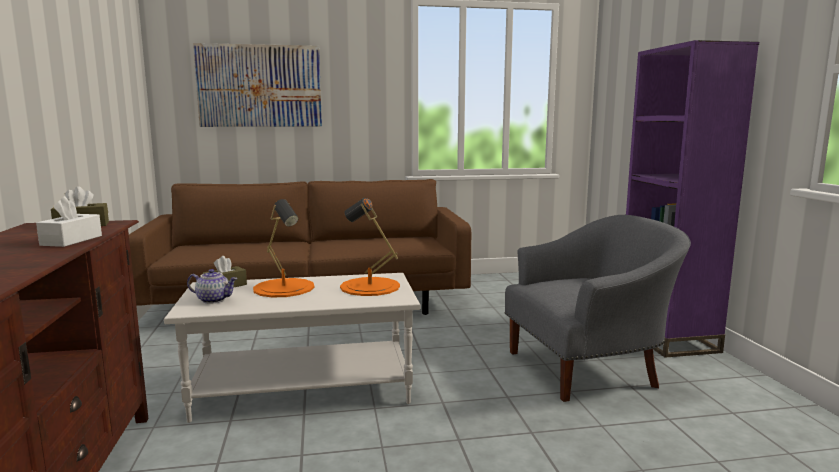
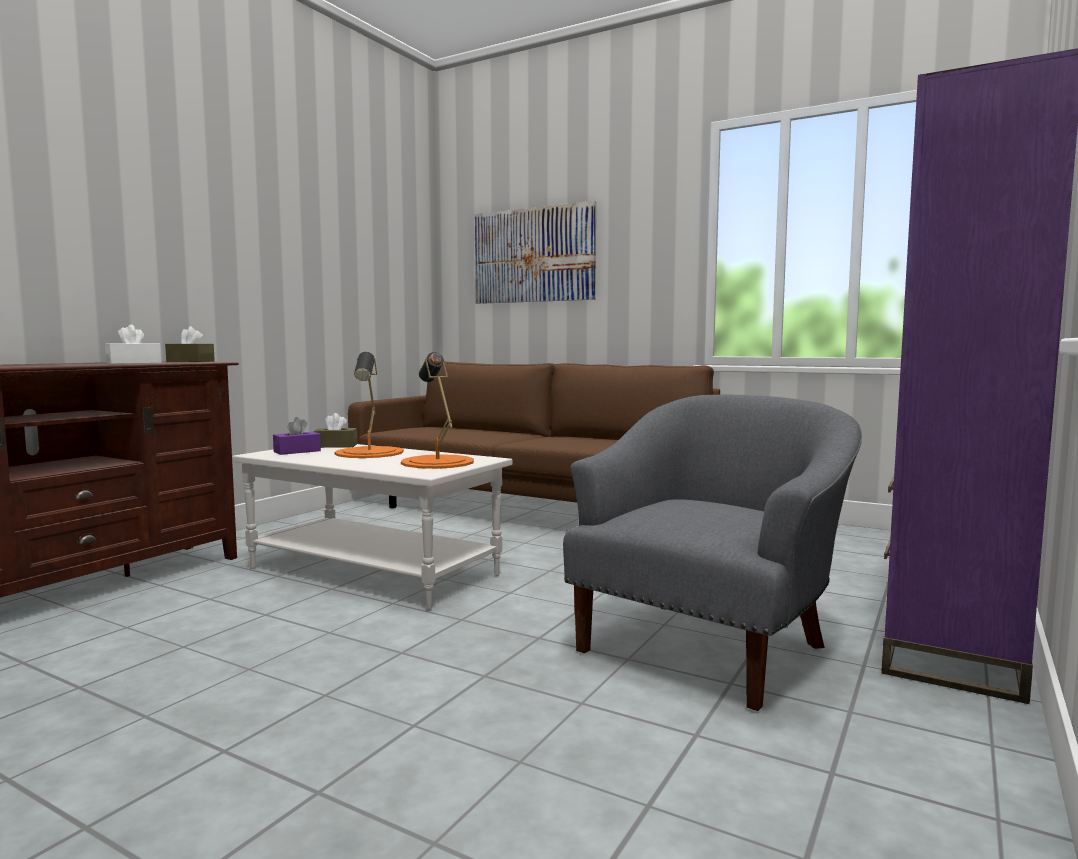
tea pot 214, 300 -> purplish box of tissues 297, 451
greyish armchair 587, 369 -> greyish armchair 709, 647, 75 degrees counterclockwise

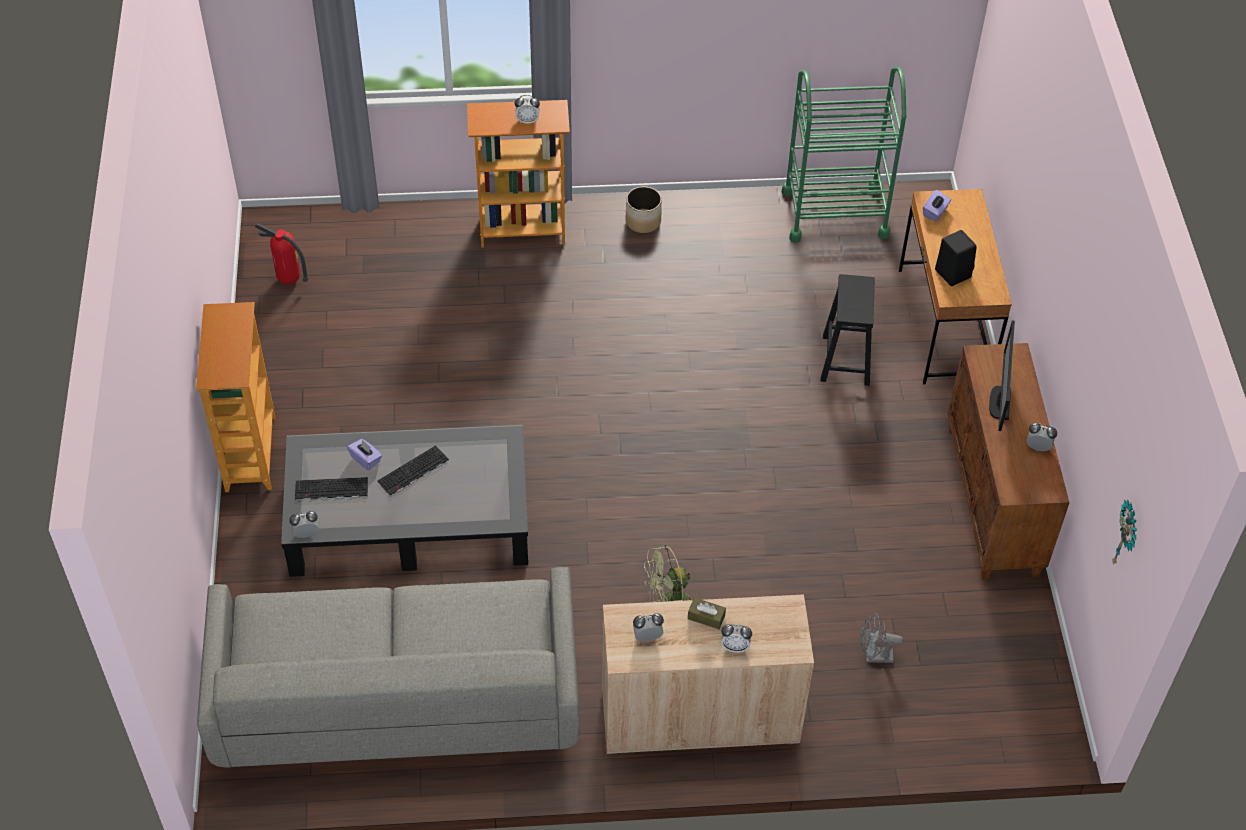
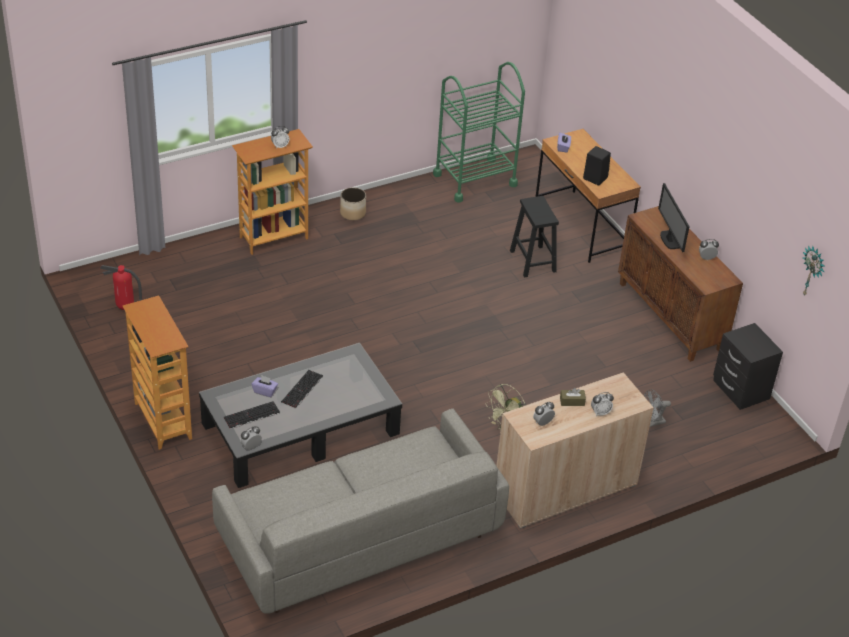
none -> black-coloured nightstand 740, 390

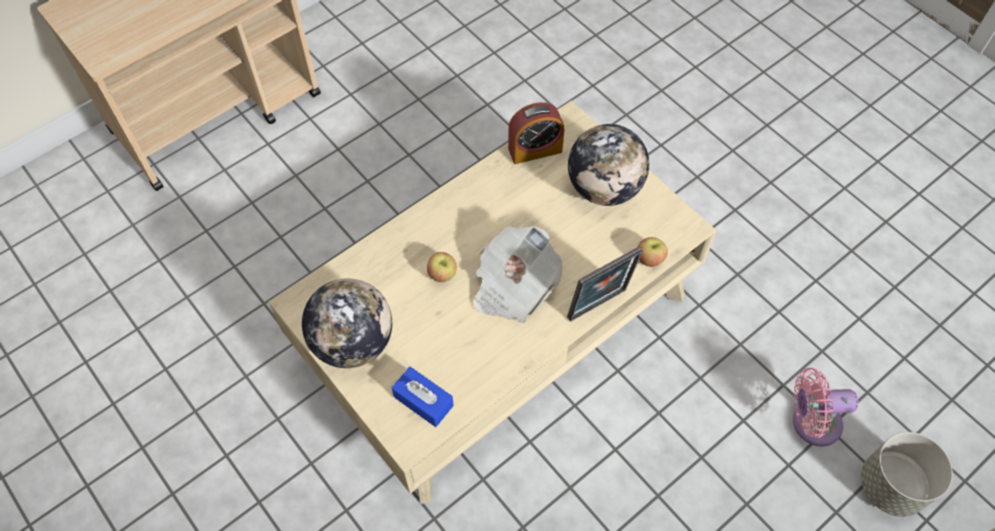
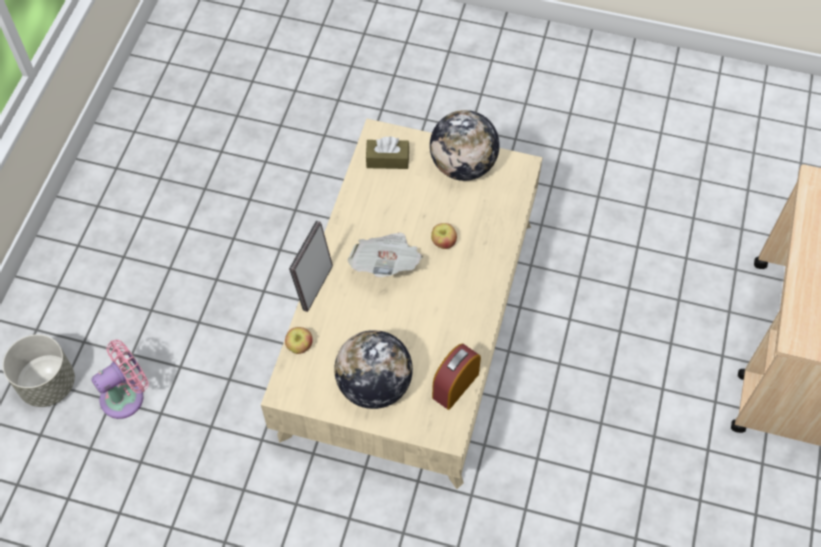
blue box of tissues 423, 401 -> brownish box of tissues 387, 159

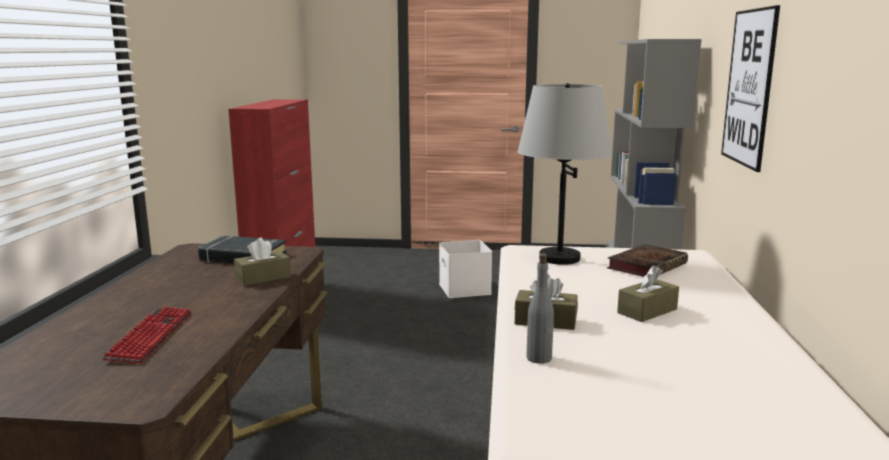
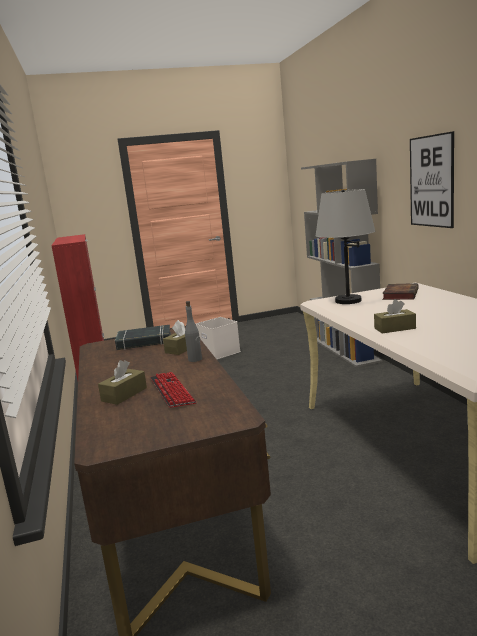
greyish drink bottle 539, 358 -> greyish drink bottle 195, 359, moved
brownish box of tissues 647, 311 -> brownish box of tissues 124, 394, moved

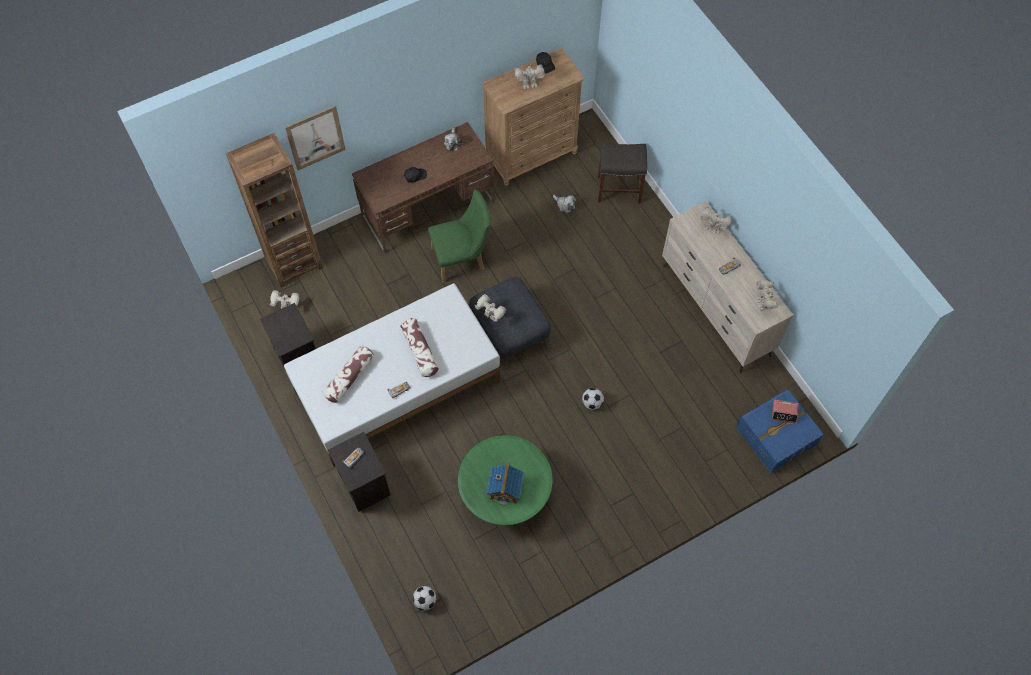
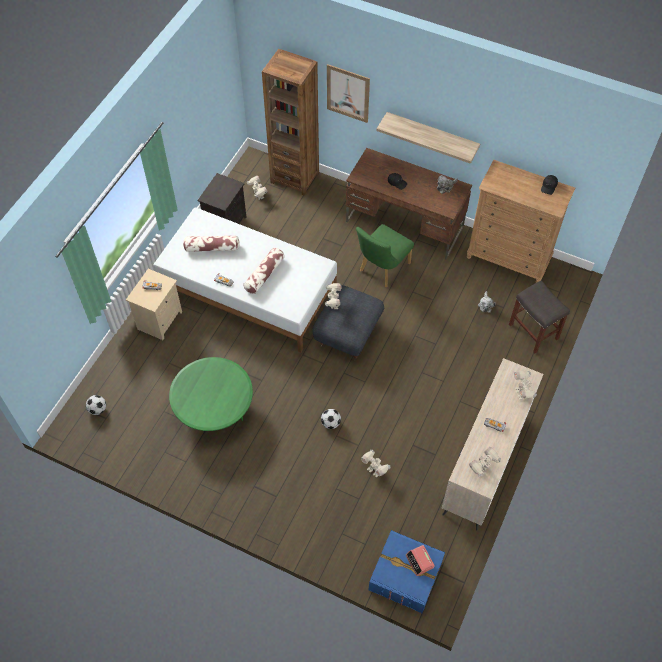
black-coloured nightstand 363, 484 -> sand-coloured nightstand 159, 319
green chair 462, 259 -> green chair 382, 269, 90 degrees clockwise
toy house 505, 488 -> none
toy robot 529, 84 -> toy robot 374, 470, moved
none -> shelf 432, 134

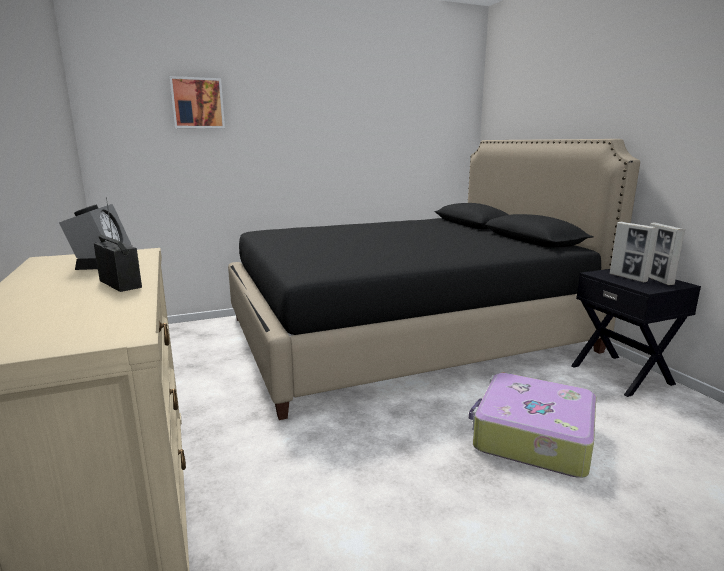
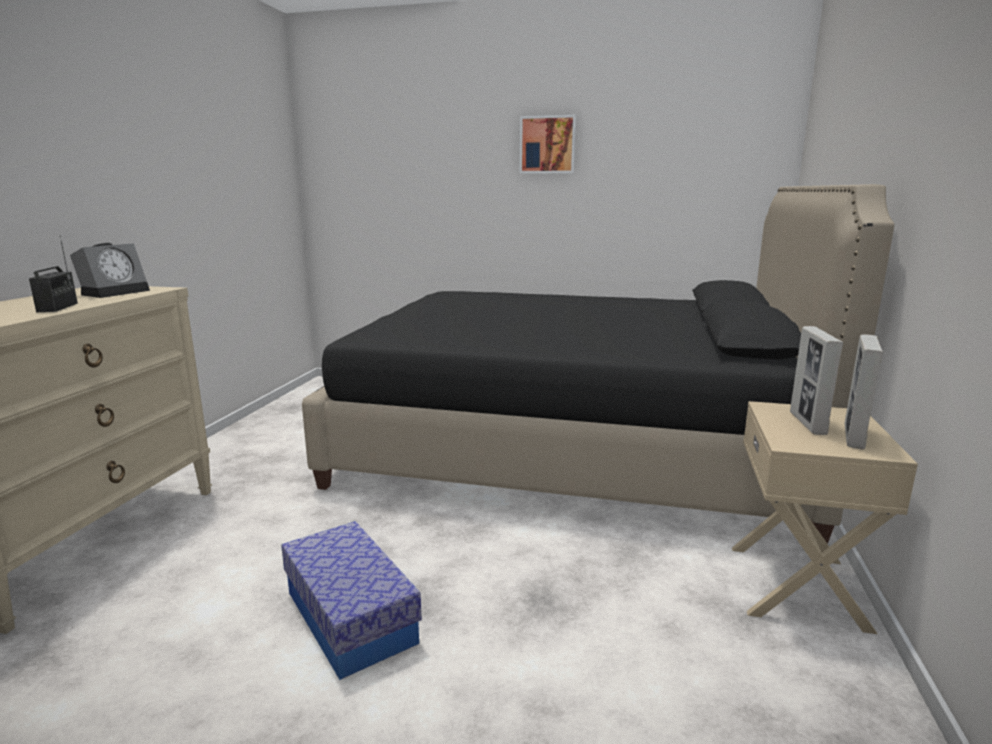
wall picture 197, 103 -> wall picture 547, 145, moved
suitcase 531, 437 -> none
black-coloured nightstand 622, 374 -> sand-coloured nightstand 799, 586
none -> storage bin 350, 617

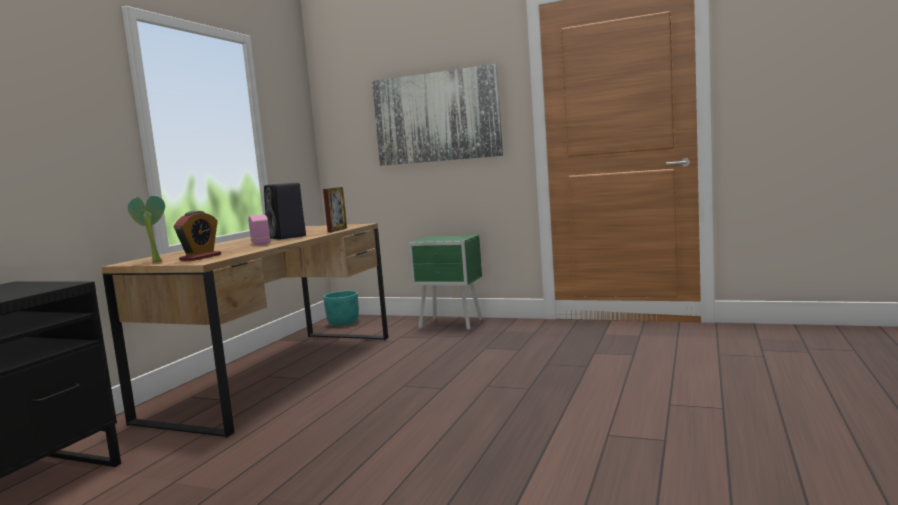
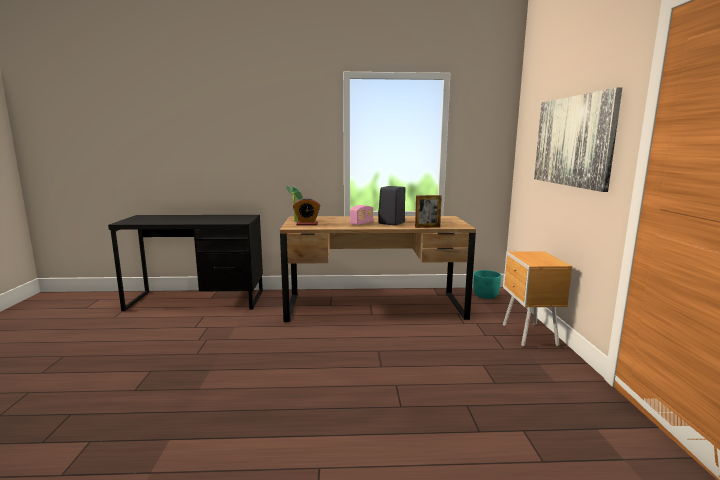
green nightstand 452, 324 -> brownish nightstand 529, 335

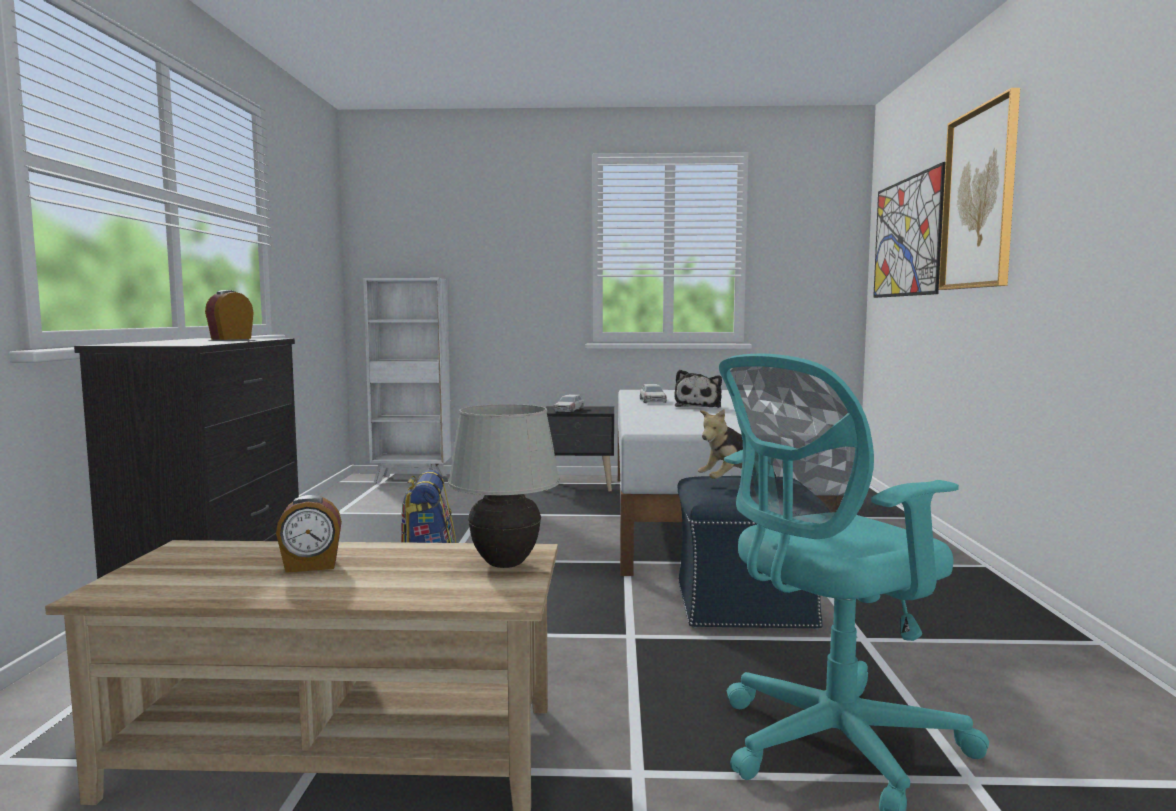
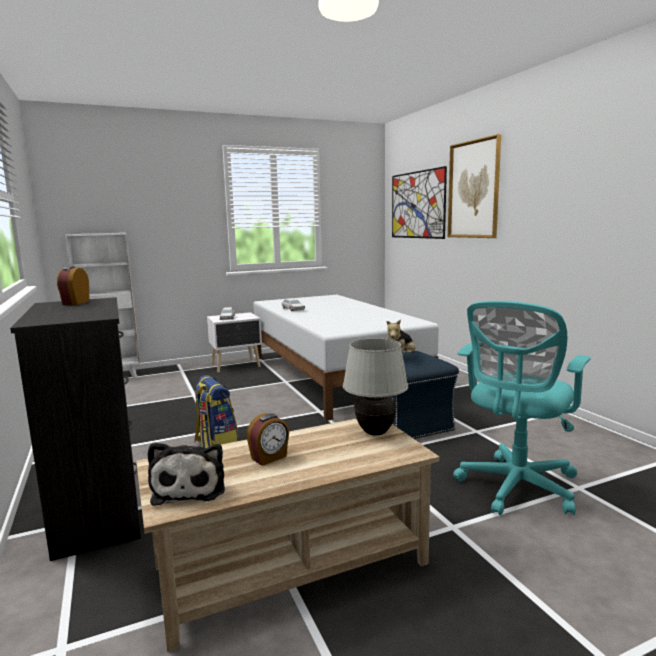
black-coloured nightstand 580, 486 -> white nightstand 236, 366
soft toy 699, 406 -> soft toy 190, 487, moved

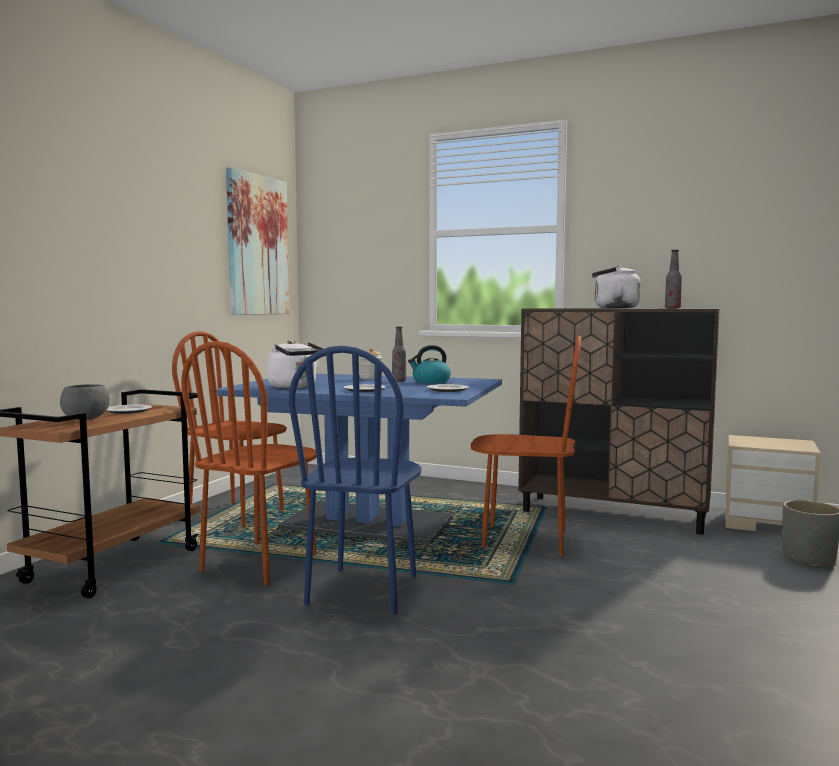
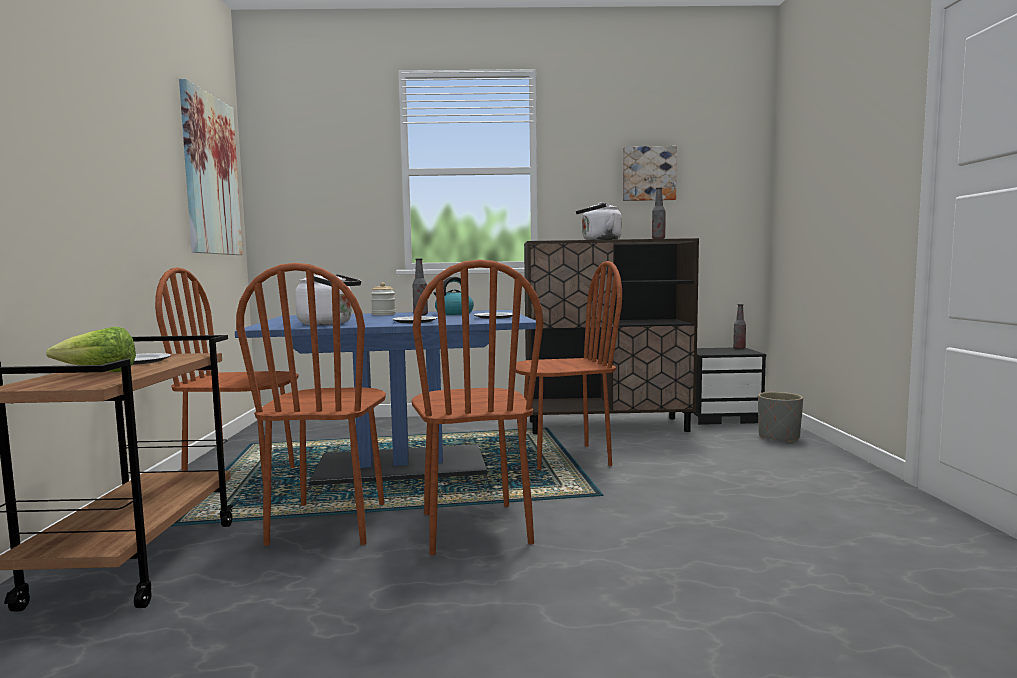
greyish bowl 86, 419 -> lettuce 100, 373
blue chair 363, 590 -> brownish chair 474, 528
sand-coloured nightstand 768, 523 -> black-coloured nightstand 721, 417
none -> wall picture 648, 174
none -> drink bottle 739, 348

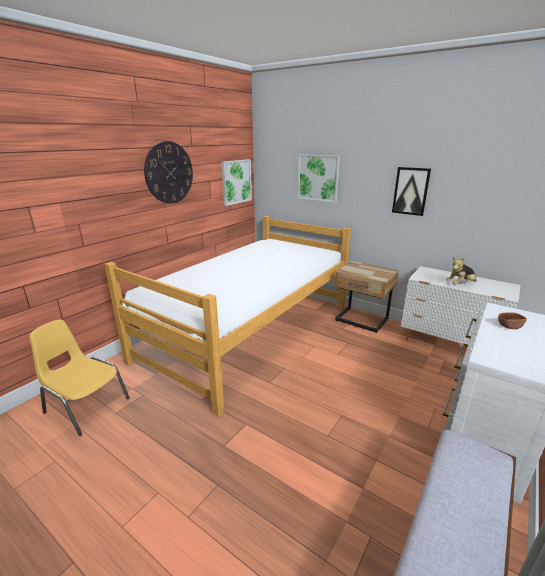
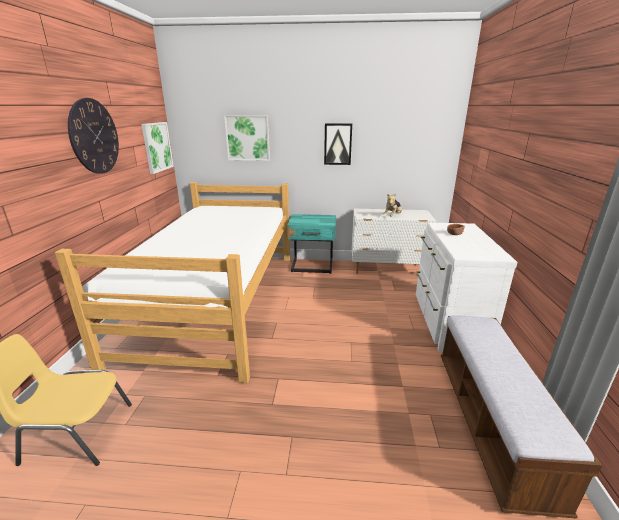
sand-coloured nightstand 361, 320 -> turquoise-coloured nightstand 312, 267

